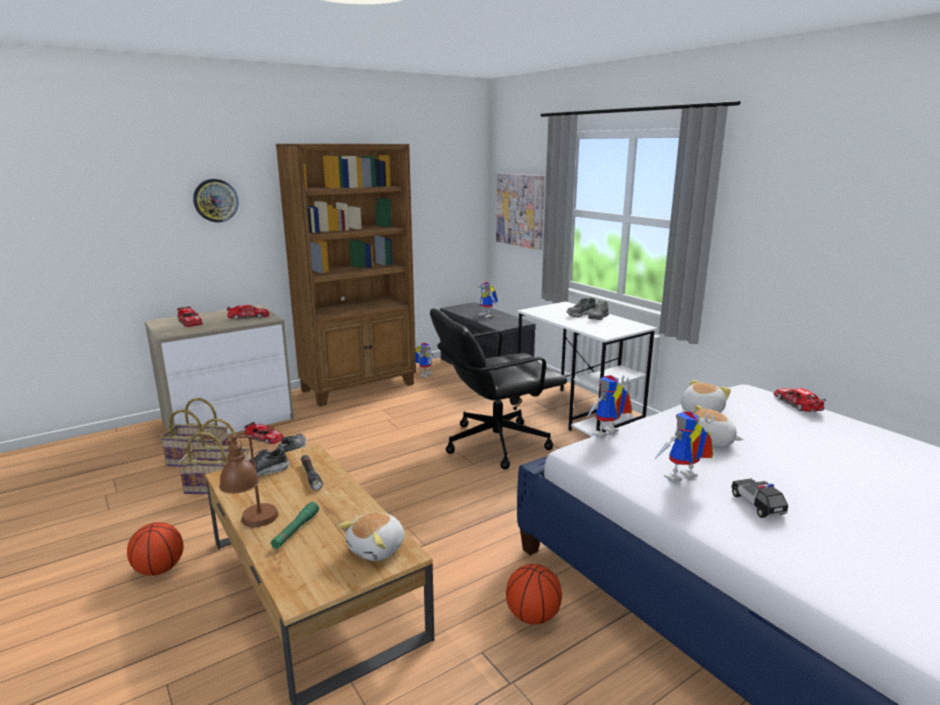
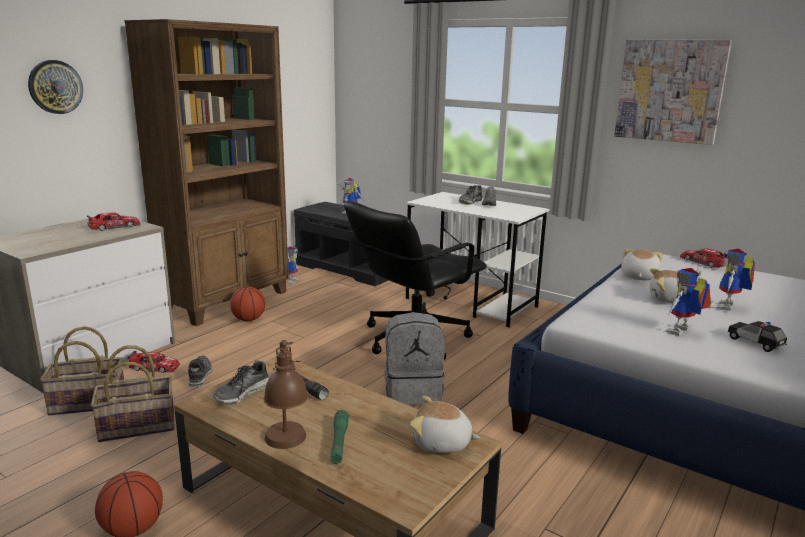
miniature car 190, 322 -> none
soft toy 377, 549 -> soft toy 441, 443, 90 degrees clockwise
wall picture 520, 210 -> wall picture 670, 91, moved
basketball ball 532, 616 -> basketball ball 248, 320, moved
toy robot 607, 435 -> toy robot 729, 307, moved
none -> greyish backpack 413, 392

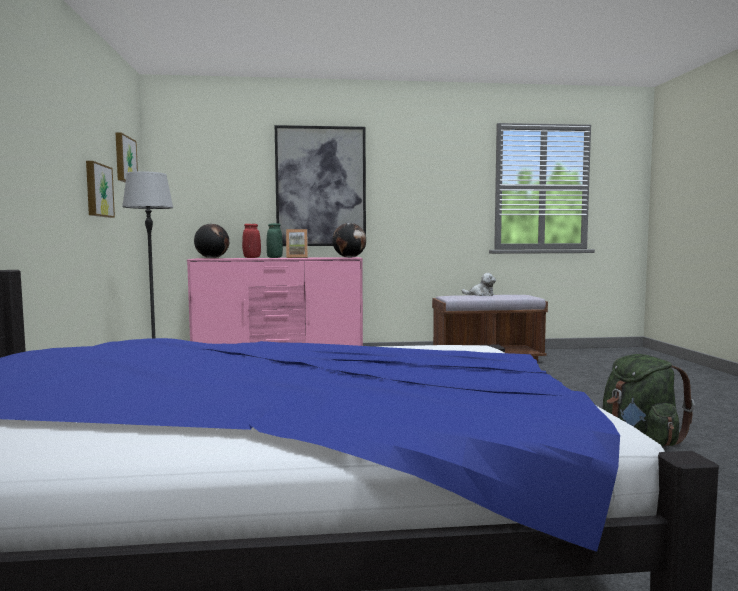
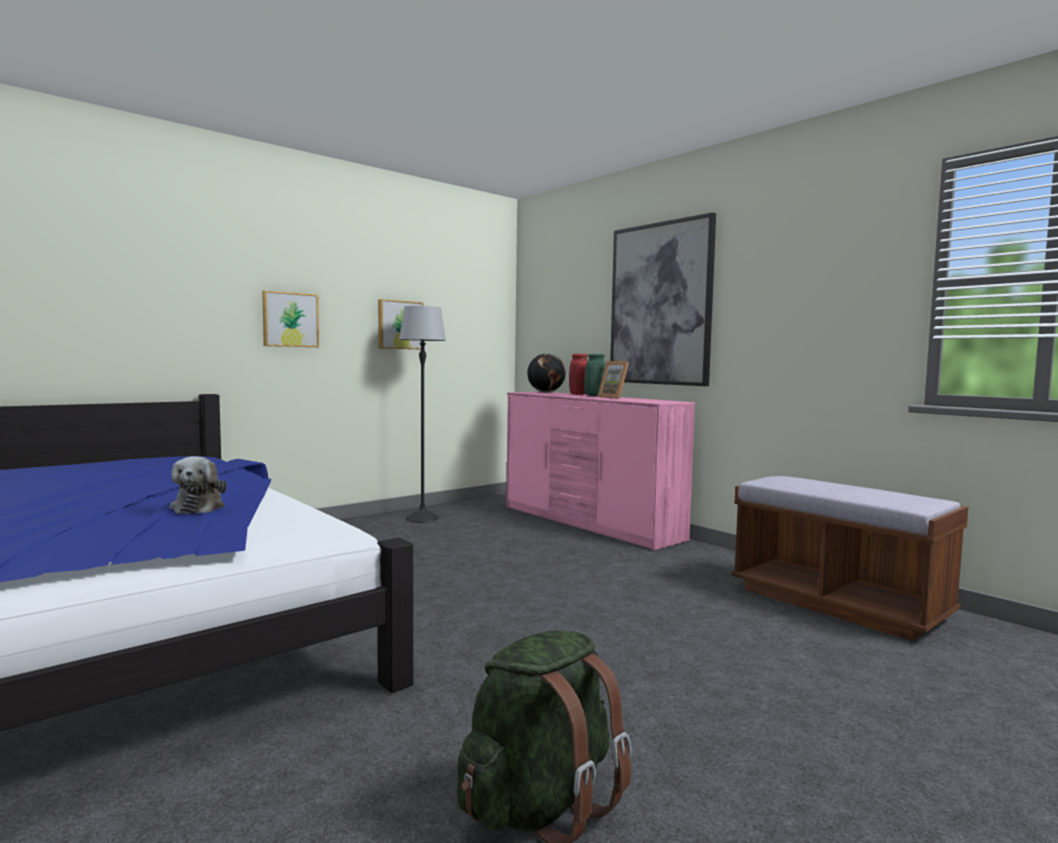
wall picture 124, 159 -> wall picture 290, 320, moved
world globe 349, 257 -> none
soft toy 480, 295 -> soft toy 199, 507, moved

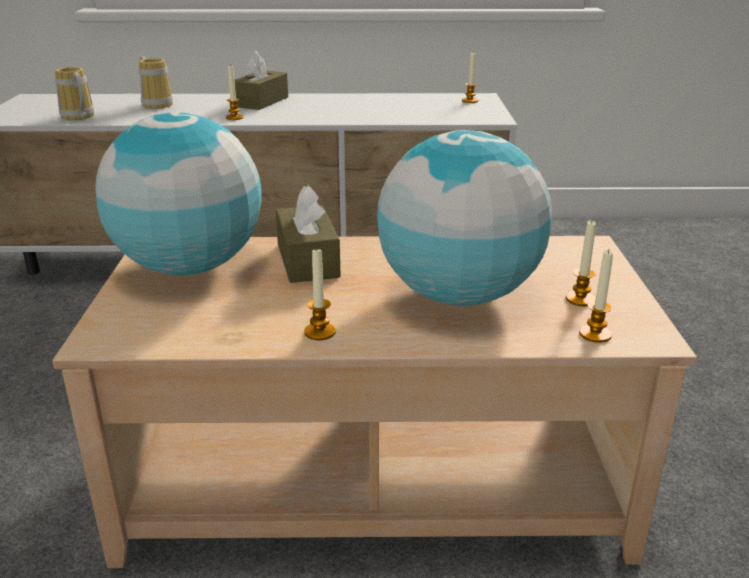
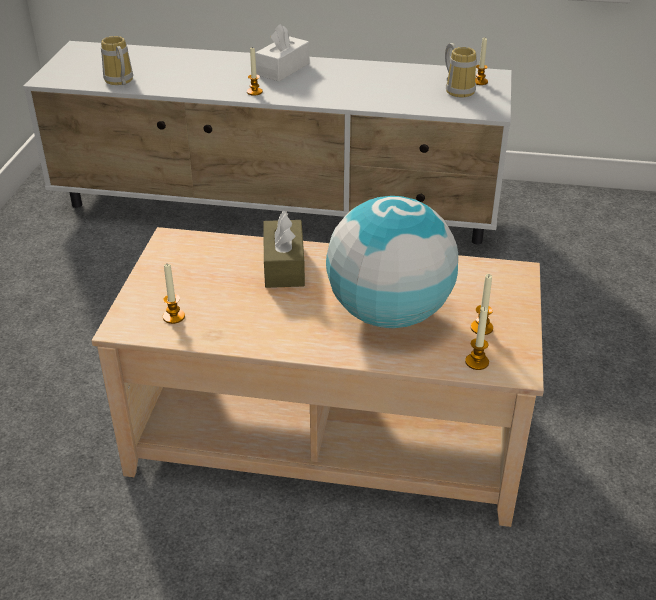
world globe 190, 267 -> none
mug 157, 104 -> mug 459, 89, moved
brownish box of tissues 261, 102 -> white box of tissues 283, 69
wax candle 320, 332 -> wax candle 174, 317, moved

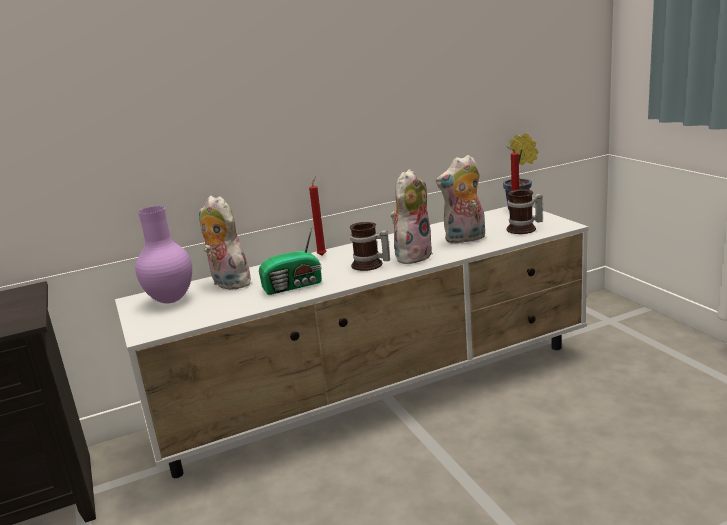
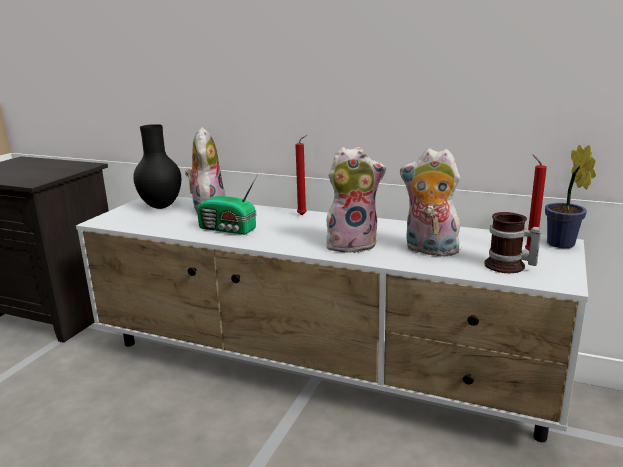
purplish decorative vase 172, 299 -> black-coloured decorative vase 162, 206
mug 369, 265 -> none

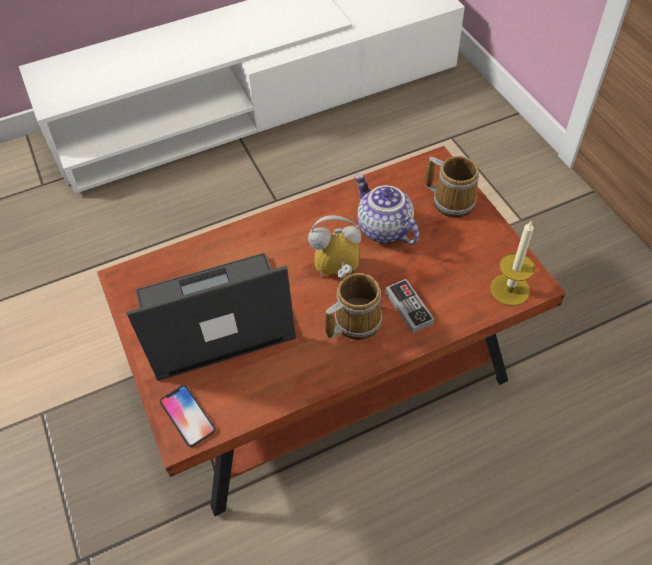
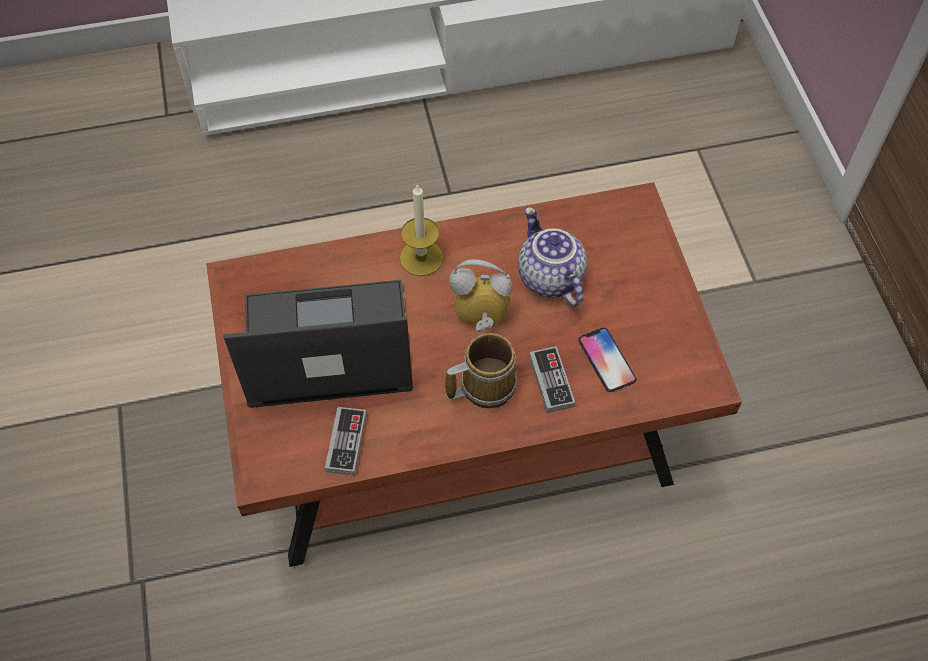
handset 187, 416 -> handset 606, 360, moved
mug 451, 200 -> none
wax candle 509, 289 -> wax candle 421, 258, moved
none -> game controller 346, 442

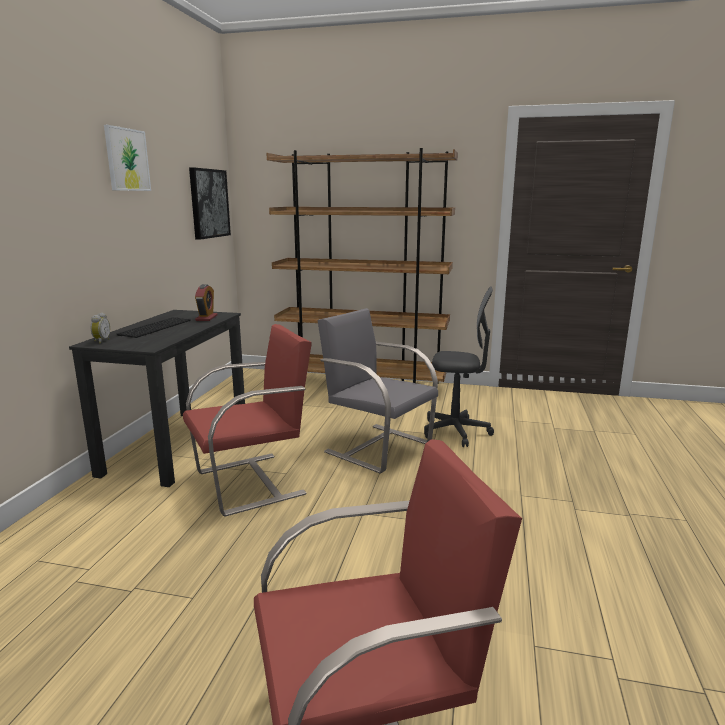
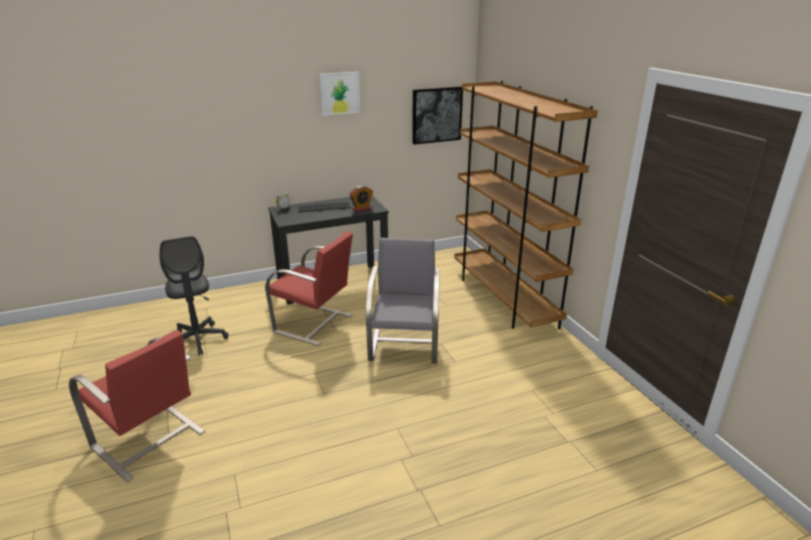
greyish desk chair 456, 432 -> greyish desk chair 198, 340, moved

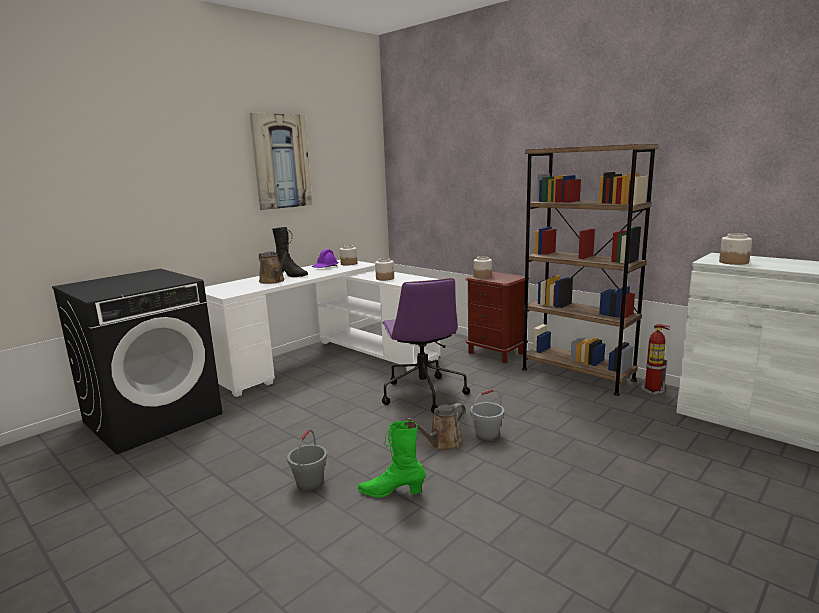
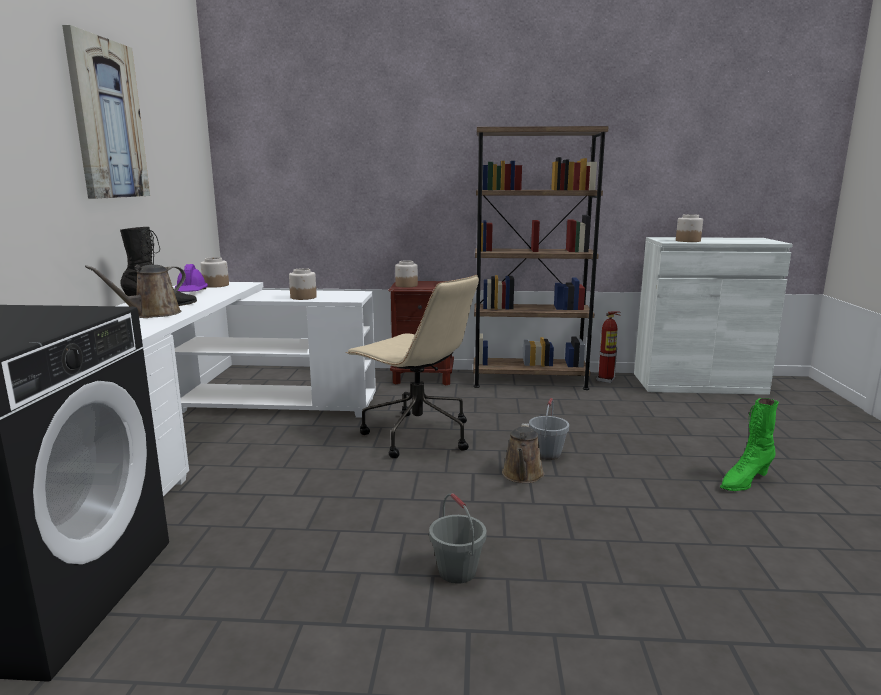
brownish watering can 273, 281 -> brownish watering can 153, 314, 120 degrees clockwise
green tall boot 392, 492 -> green tall boot 744, 481, moved
purplish desk chair 423, 393 -> sand-coloured desk chair 416, 435

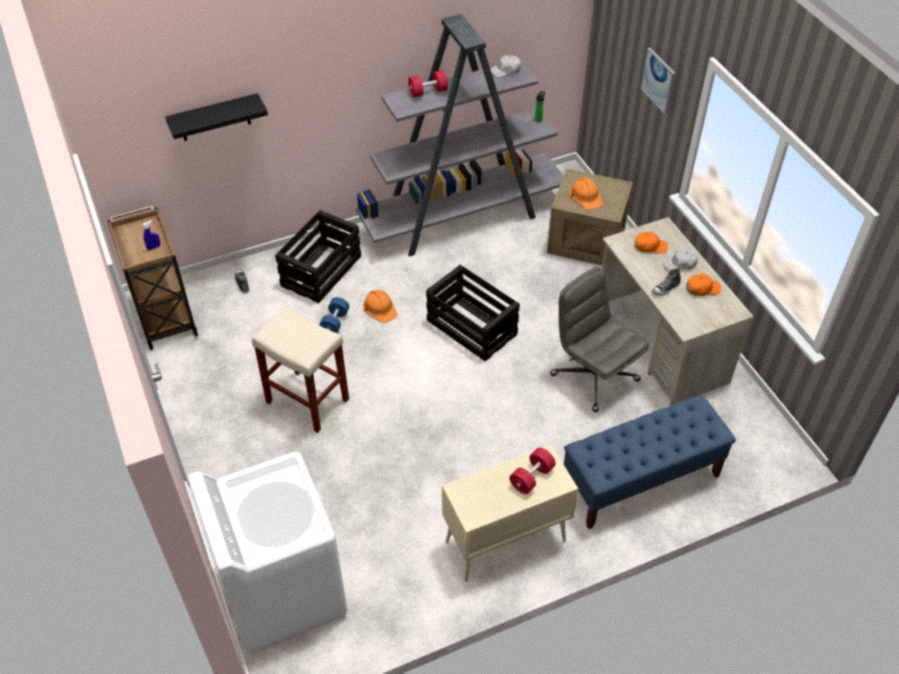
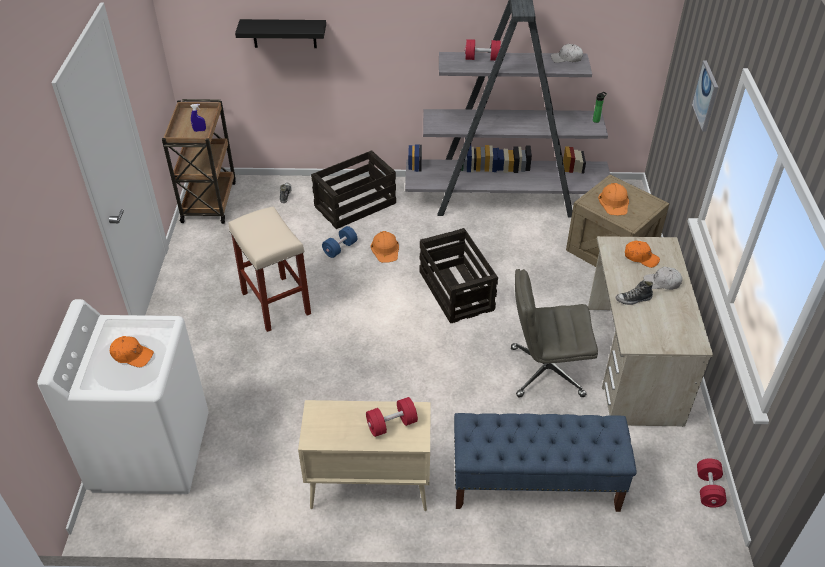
greyish desk chair 593, 377 -> greyish desk chair 545, 372, 75 degrees counterclockwise
orange baseball cap 702, 288 -> orange baseball cap 132, 355, moved
none -> red-coloured hand weight 708, 489

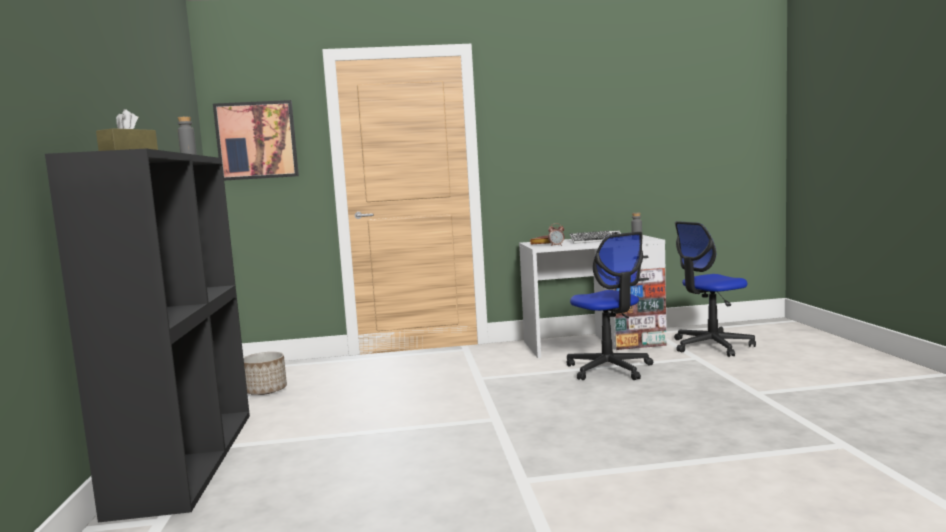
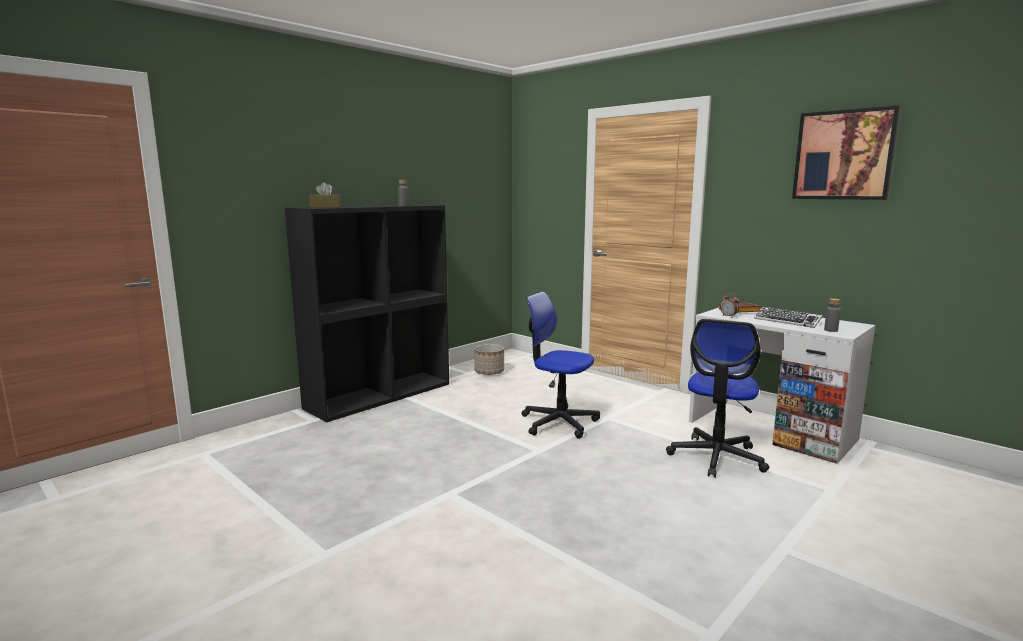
wall picture 257, 140 -> wall picture 843, 155, moved
desk chair 711, 346 -> desk chair 559, 422, moved

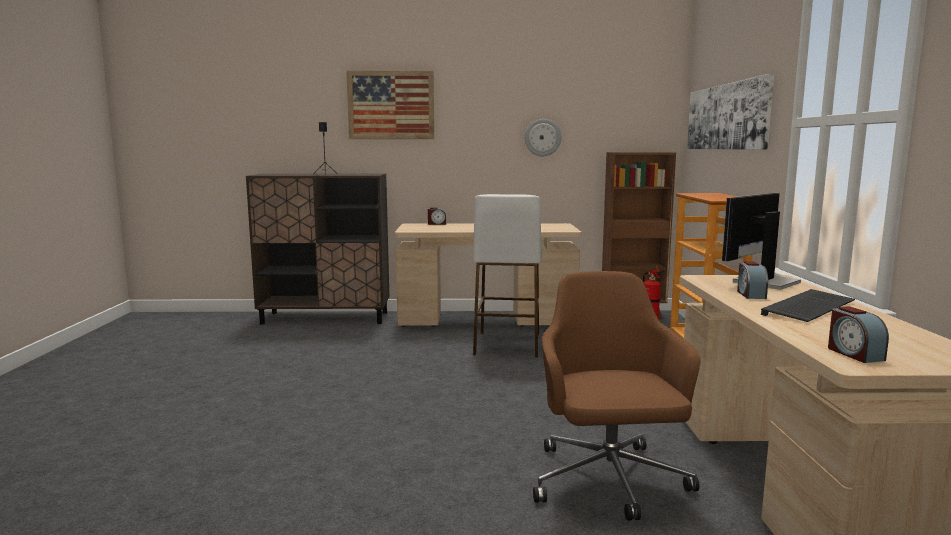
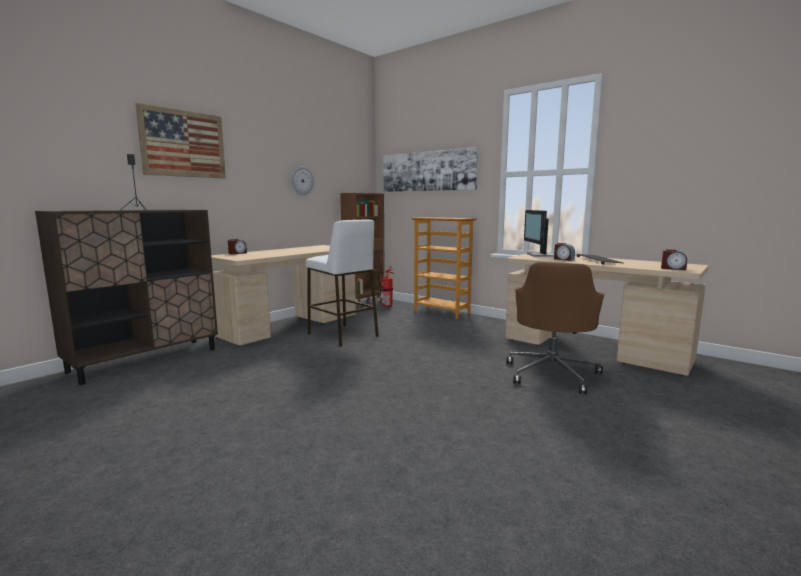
brownish desk chair 608, 481 -> brownish desk chair 552, 373, 105 degrees counterclockwise

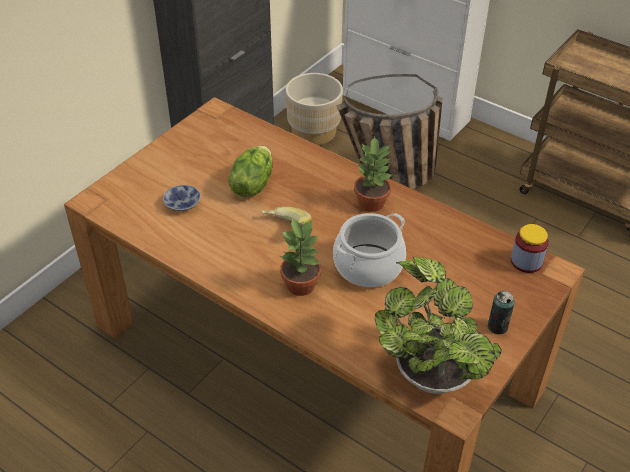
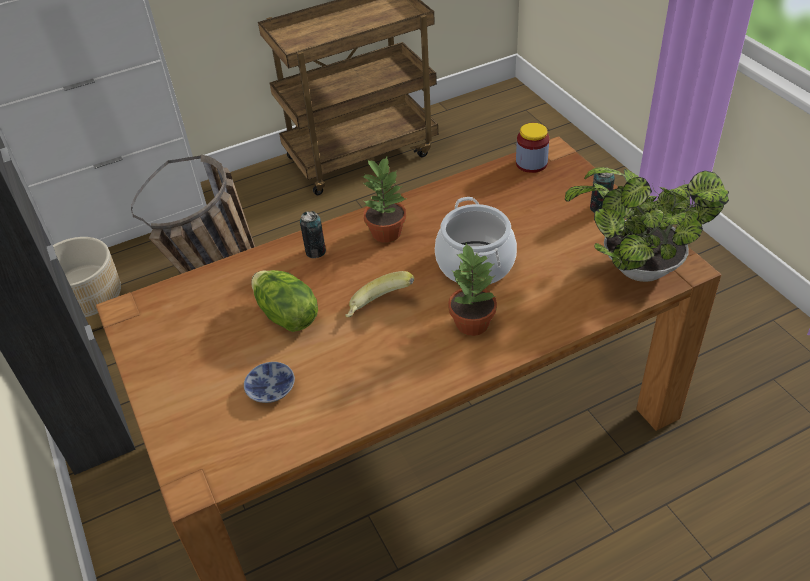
none -> can 315, 252

